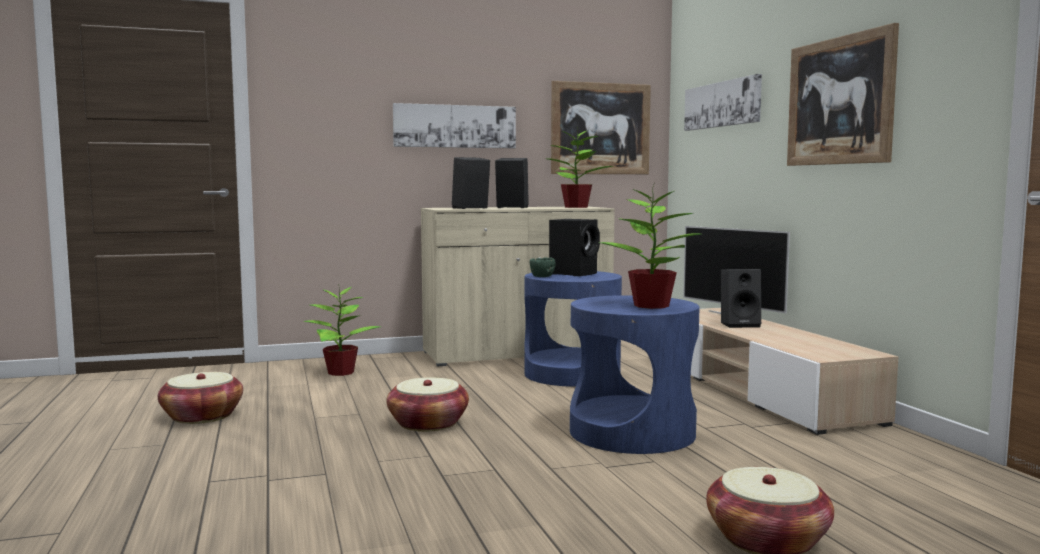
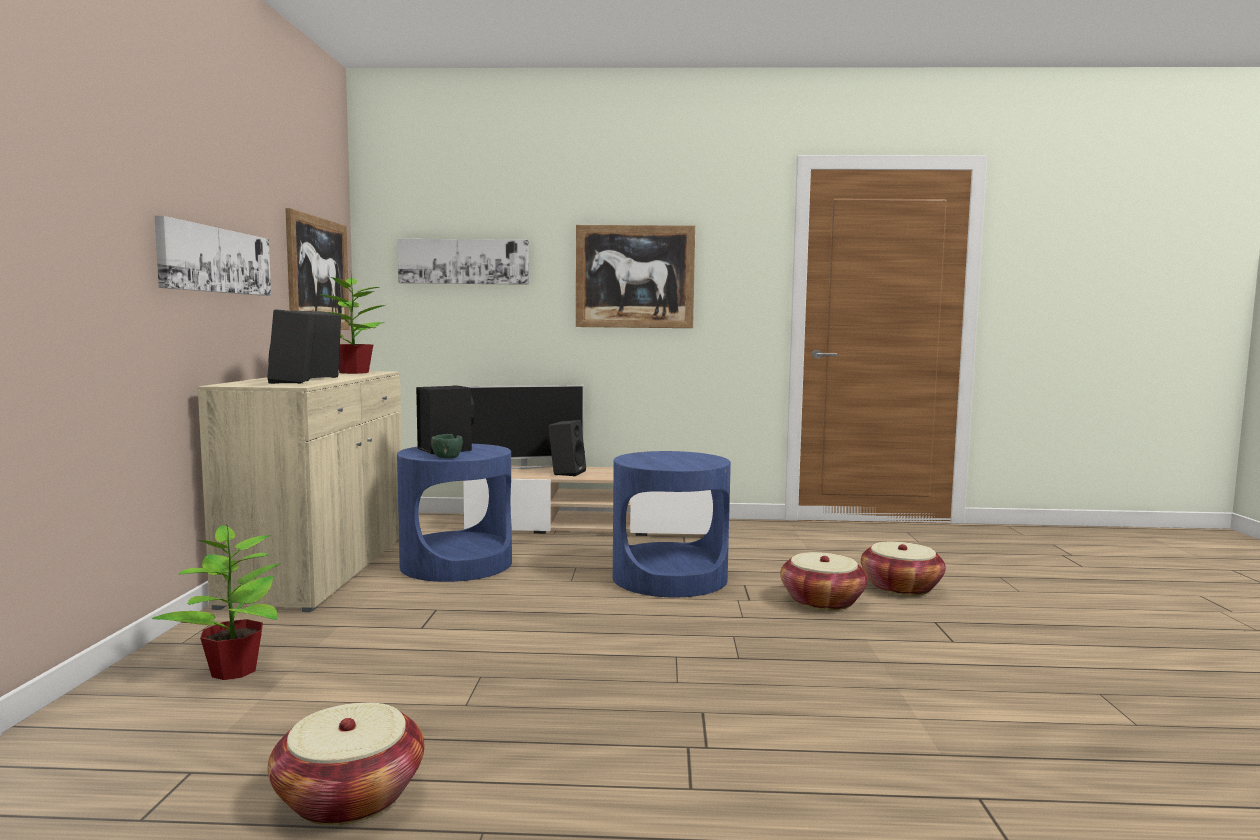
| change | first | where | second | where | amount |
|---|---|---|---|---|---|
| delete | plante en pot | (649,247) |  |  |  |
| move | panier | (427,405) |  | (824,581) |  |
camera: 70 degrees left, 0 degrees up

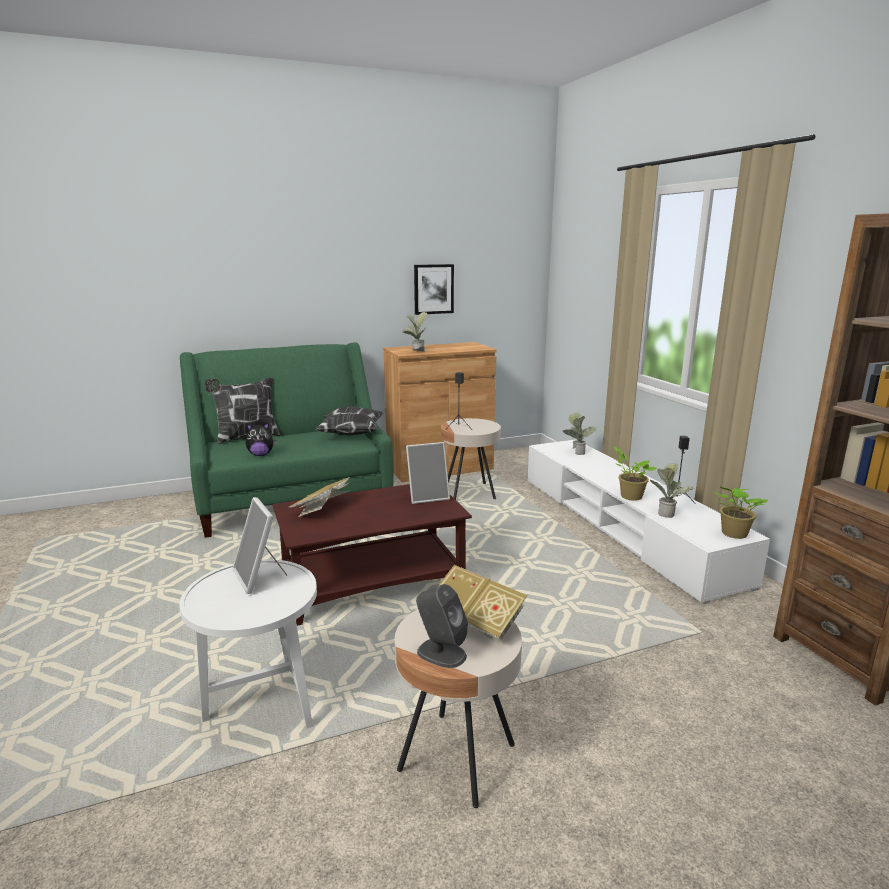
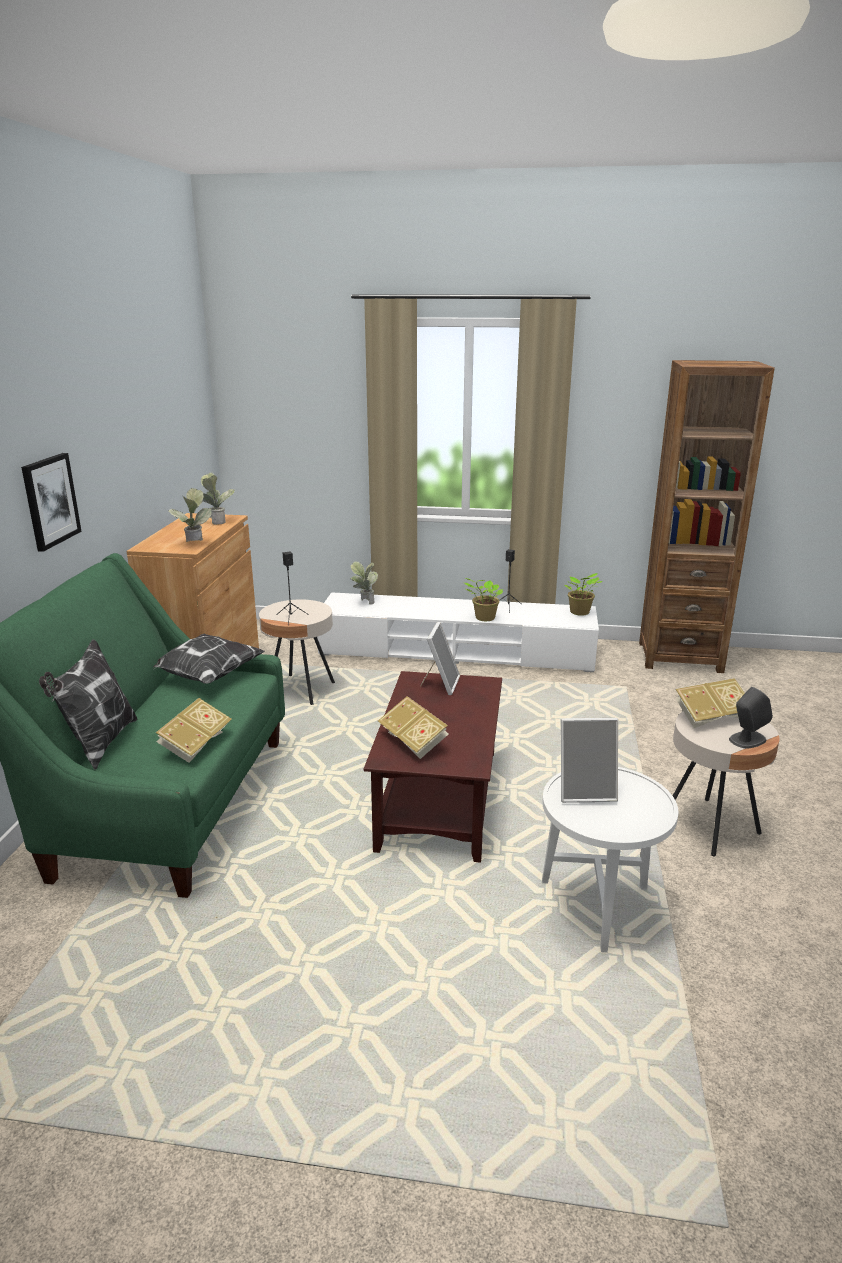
| change | first | where | second | where | amount |
|---|---|---|---|---|---|
| move | tableau | (434,289) |  | (51,502) |  |
| move | plante en pot | (671,490) |  | (218,498) |  |
| replace | peluche | (261,439) | livre | (194,730) |  |
camera: 60 degrees left, 5 degrees up

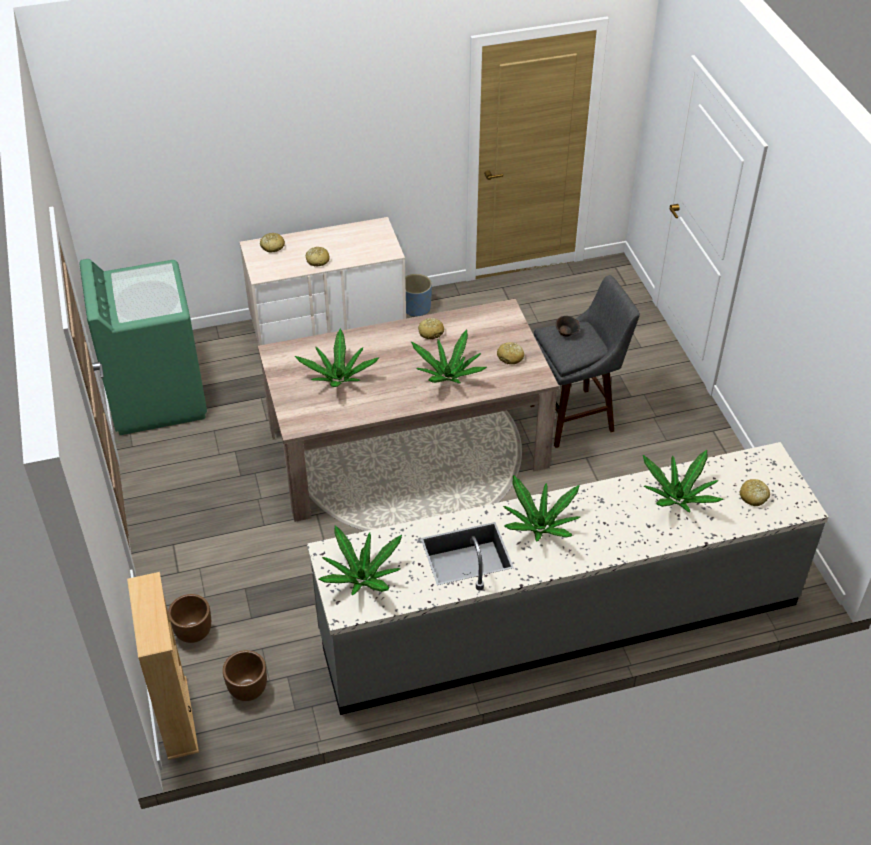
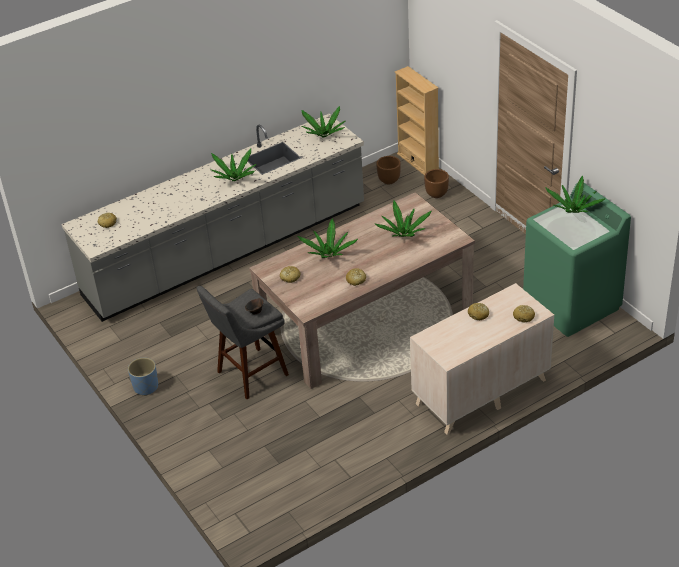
| change | first | where | second | where | amount |
|---|---|---|---|---|---|
| move | cache-pot (bleu) | (418,295) |  | (143,377) |  |
| move | plante en pot | (683,481) |  | (575,194) |  |
camera: 165 degrees right, 5 degrees down

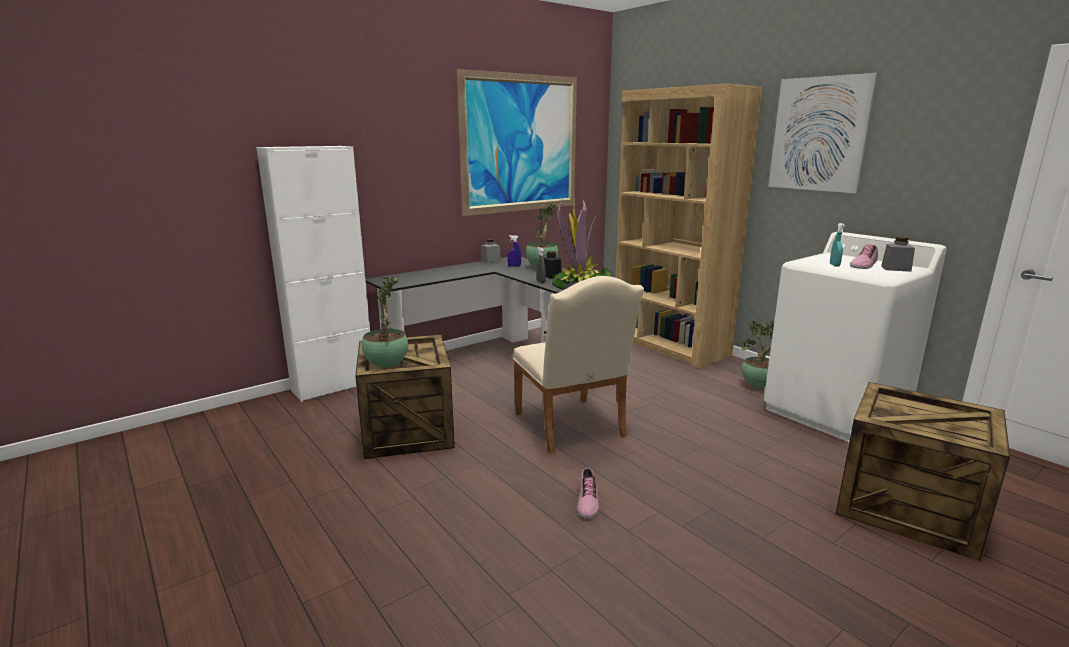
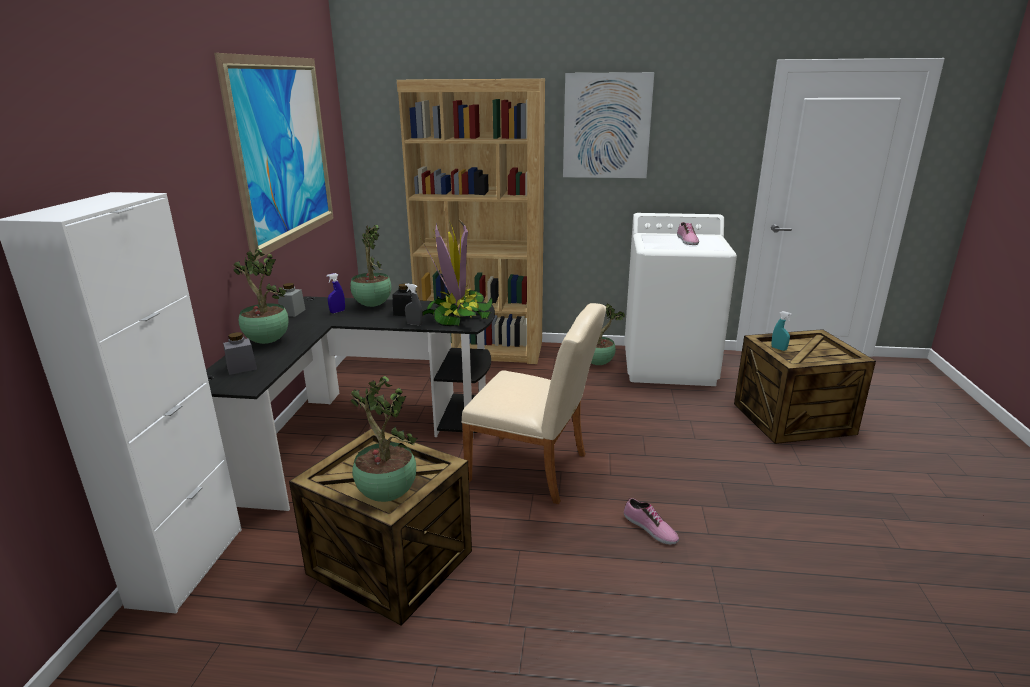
| change | first | where | second | where | amount |
|---|---|---|---|---|---|
| insert |  |  | plante en pot | (261,296) |  |
| move | vaporisateur (turquoise) | (837,245) |  | (781,331) |  |
| move | bocal (gris) | (898,254) |  | (240,353) |  |
camera: 45 degrees left, 5 degrees up

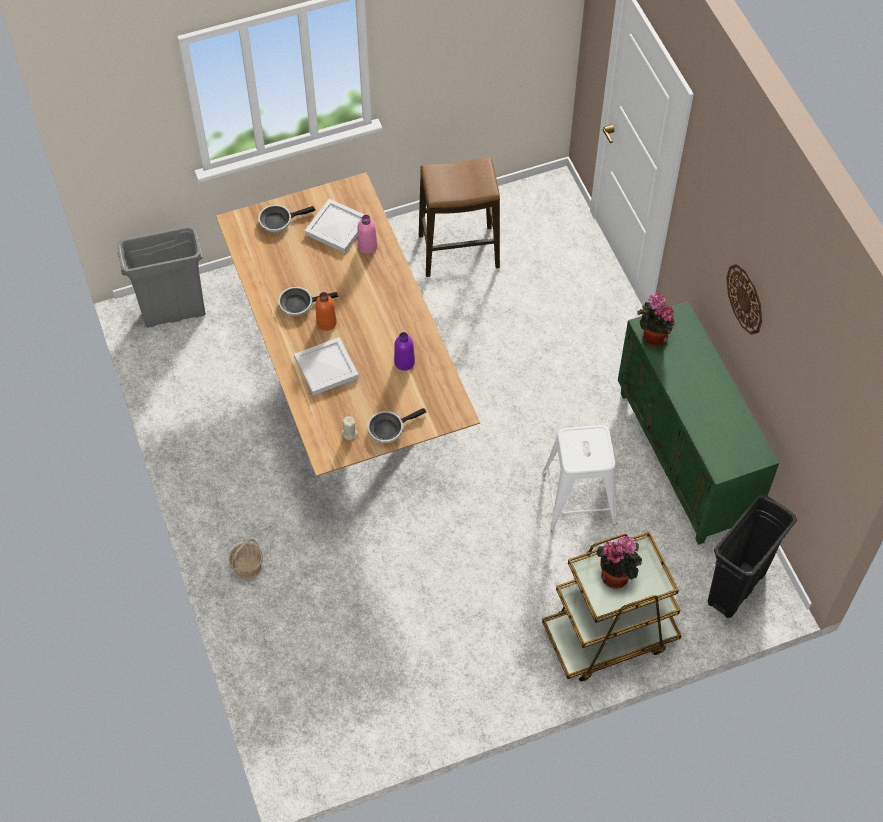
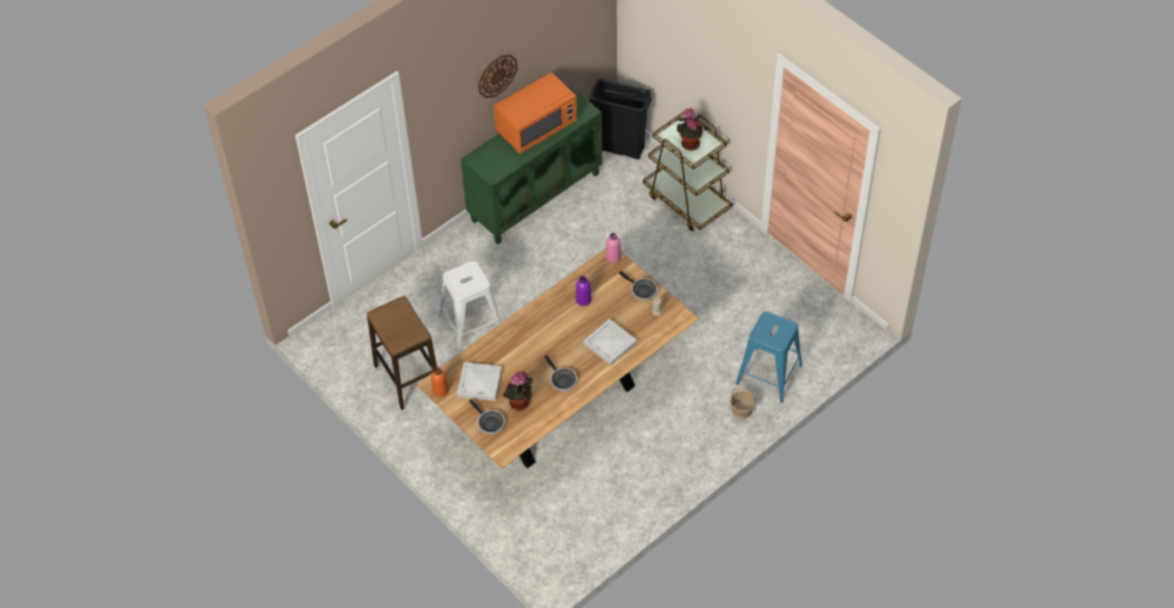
| change | first | where | second | where | amount |
|---|---|---|---|---|---|
| delete | poubelle (gris) | (161,277) |  |  |  |
| insert |  |  | micro-ondes (orange) | (535,113) |  |
| insert |  |  | tabouret (bleu) | (769,357) |  |
| move | bouteille (orange) | (326,311) |  | (440,382) |  |
| move | bouteille (rose) | (367,234) |  | (613,248) |  |
| move | tabouret (blanc) | (579,477) |  | (470,306) |  |
| move | plante en pot | (656,320) |  | (518,391) |  |
camera: 110 degrees left, 5 degrees down

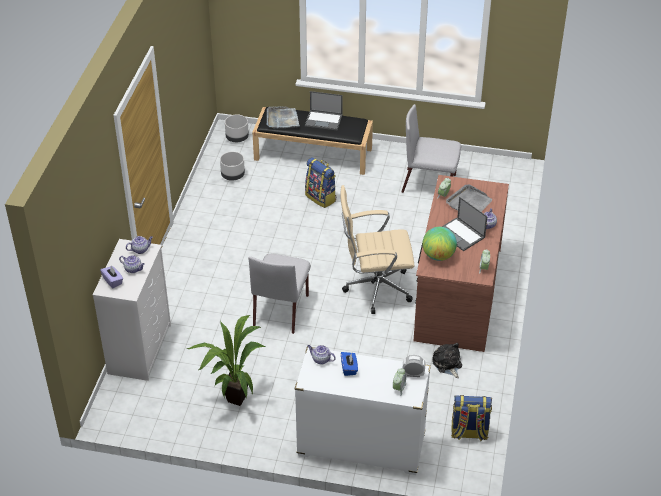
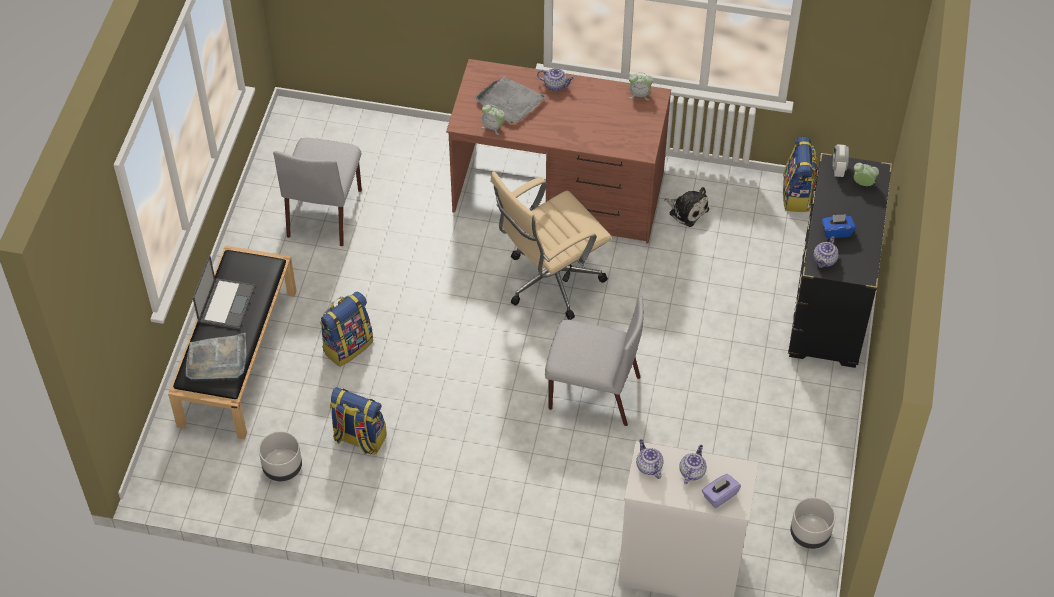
| change | first | where | second | where | amount |
|---|---|---|---|---|---|
| delete | plante en pot | (226,360) |  |  |  |
| delete | globe | (439,244) |  |  |  |
| delete | ordinateur portable | (465,224) |  |  |  |
| insert |  |  | sac à dos | (358,421) |  |
| move | cache-pot (gris) | (237,128) |  | (812,523) |  |
| recolor | commode (blanc) | (363,411) | commode (noir) | (840,260) |  |
| rotate | chaise de bureau (beige) | (377,249) |  | (551,245) | 60 degrees clockwise |
| rotate | peluche | (447,360) |  | (686,207) | 120 degrees counterclockwise |
camera: 90 degrees left, 10 degrees up

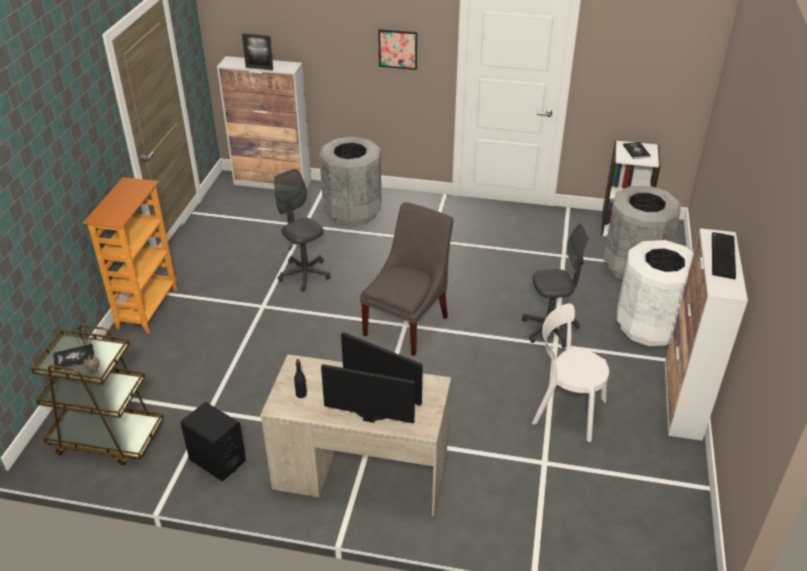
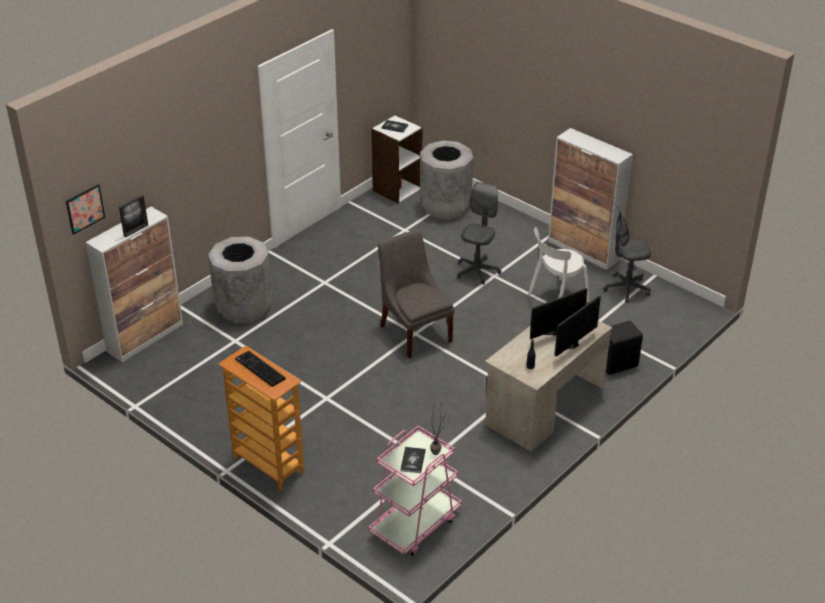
| change | first | where | second | where | amount |
|---|---|---|---|---|---|
| delete | poubelle (blanc) | (655,293) |  |  |  |
| move | enceinte (noir) | (213,441) |  | (624,347) |  |
| move | chaise de bureau (gris) | (302,230) |  | (627,254) |  |
| move | tableau | (397,49) |  | (85,209) |  |
| move | clavier | (724,255) |  | (260,369) |  |
| recolor | chariot (marron) | (97,395) | chariot (rose) | (415,491) |  |
camera: 60 degrees left, 0 degrees up

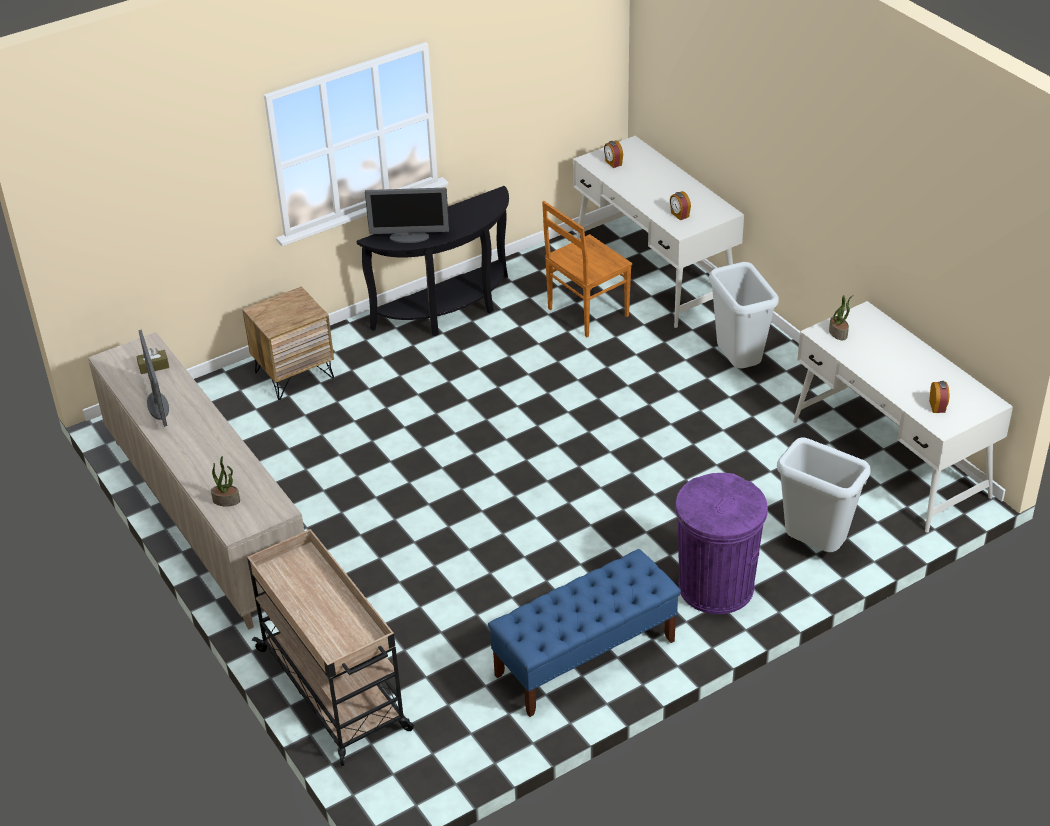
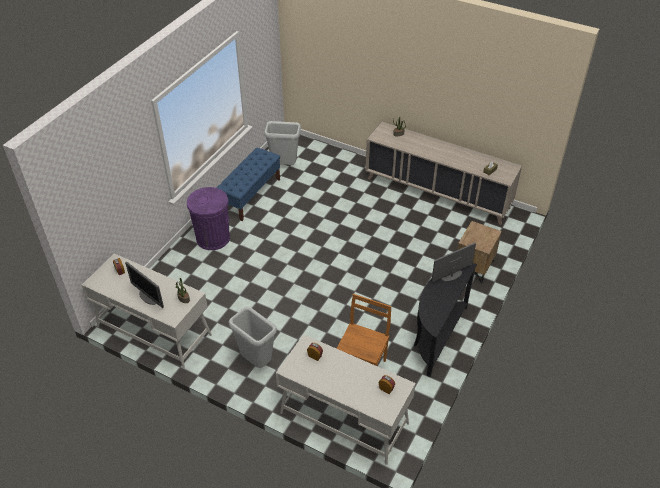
| change | first | where | second | where | amount |
|---|---|---|---|---|---|
| delete | chariot (beige) | (330,647) |  |  |  |
| move | écran d'ordinateur | (153,378) |  | (144,284) |  |
| move | poubelle (gris) | (824,495) |  | (282,143) |  |
camera: 150 degrees right, 5 degrees up

